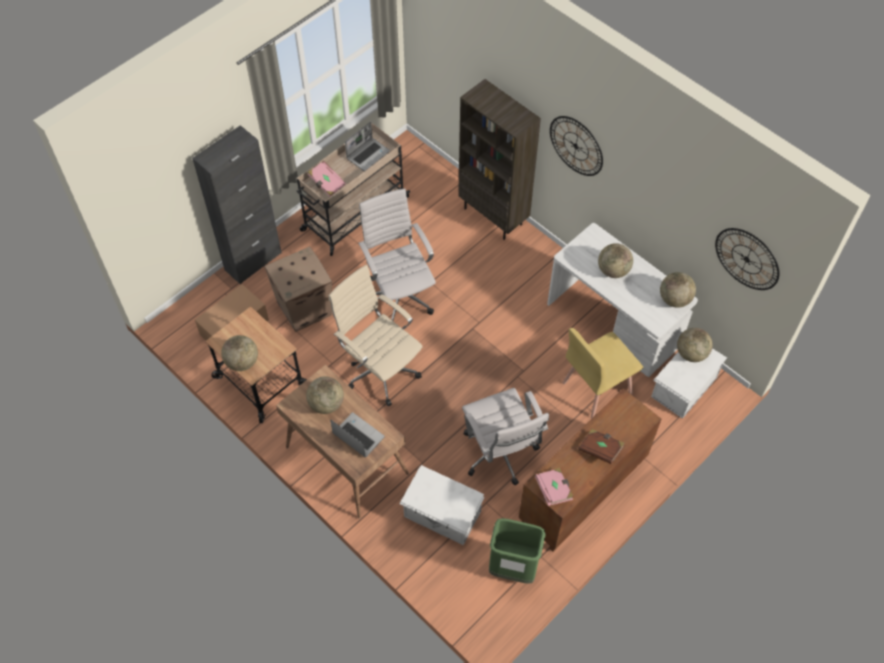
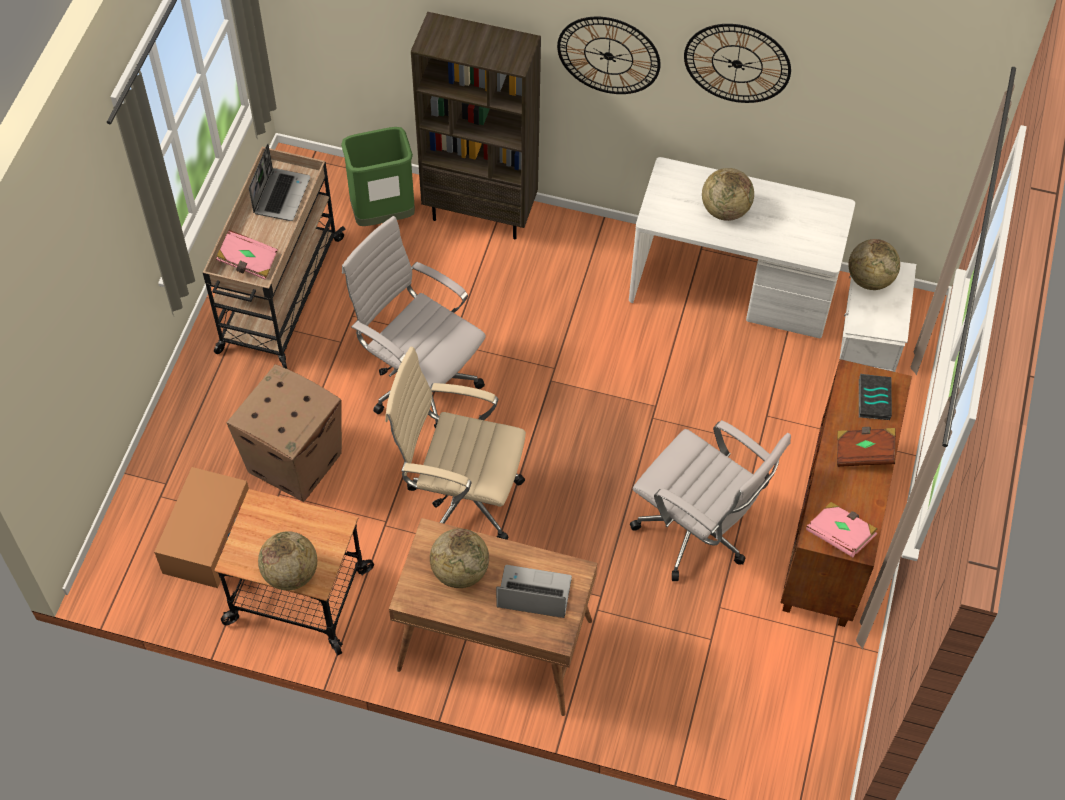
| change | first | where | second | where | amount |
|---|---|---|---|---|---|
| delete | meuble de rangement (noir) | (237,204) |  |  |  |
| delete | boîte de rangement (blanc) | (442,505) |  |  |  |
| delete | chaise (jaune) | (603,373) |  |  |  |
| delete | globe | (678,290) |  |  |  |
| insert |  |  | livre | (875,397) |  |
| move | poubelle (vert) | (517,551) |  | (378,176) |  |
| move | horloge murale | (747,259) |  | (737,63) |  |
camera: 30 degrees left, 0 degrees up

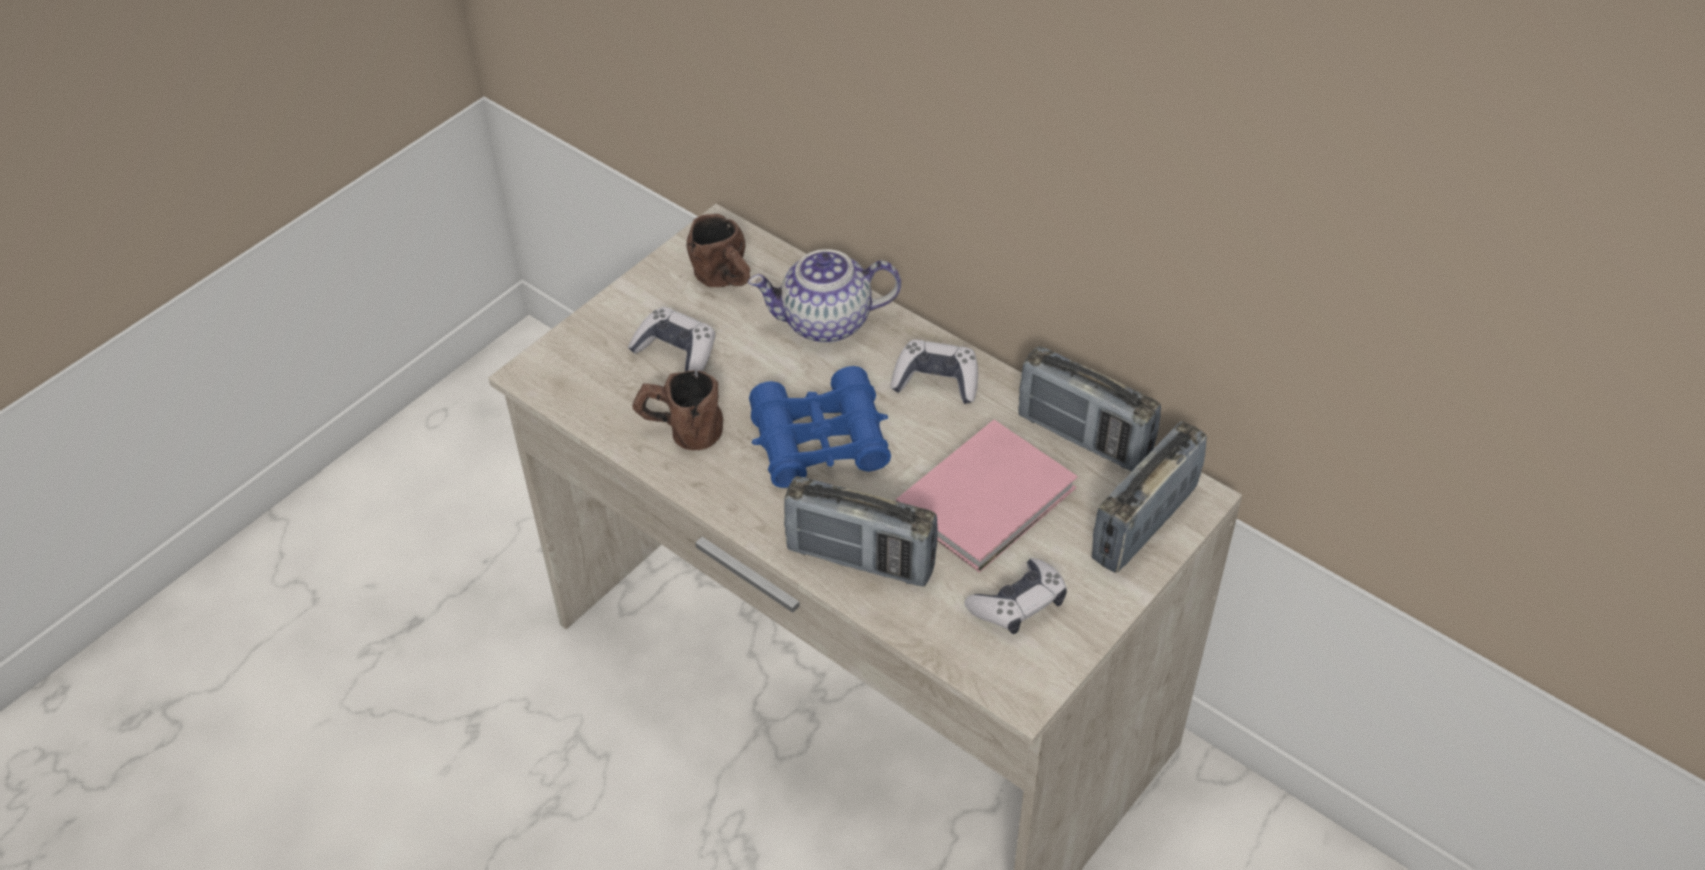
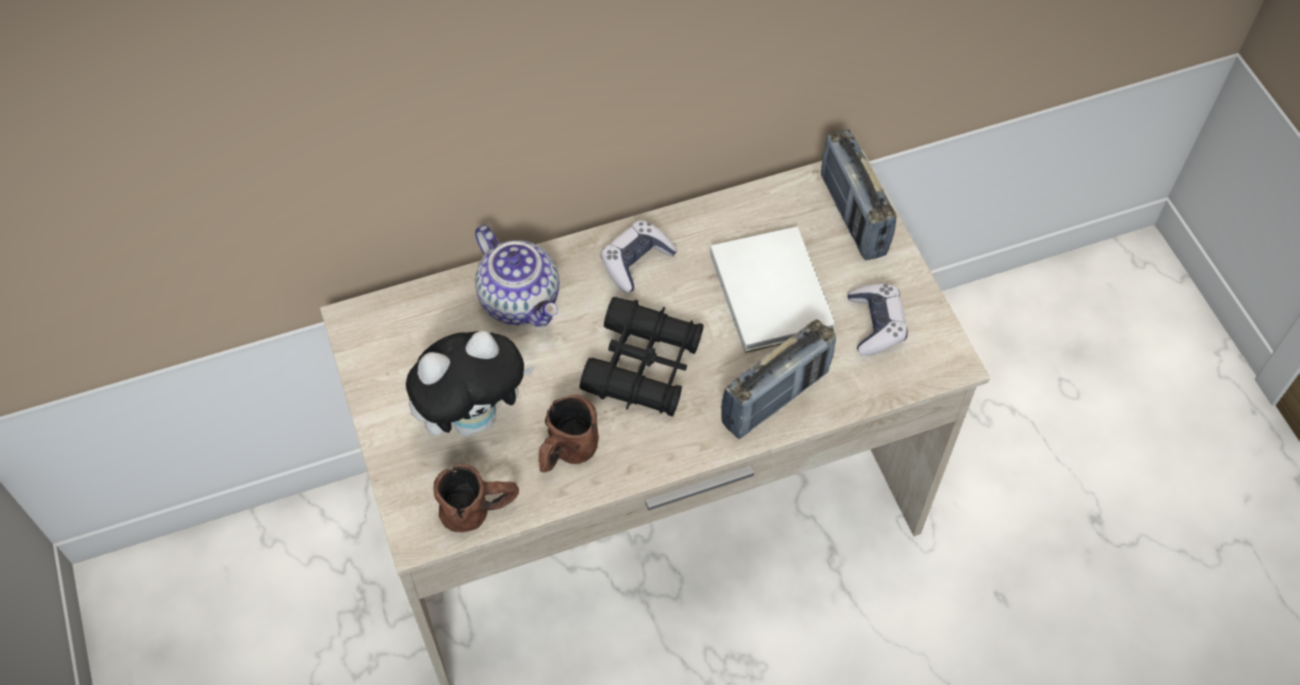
| change | first | where | second | where | amount |
|---|---|---|---|---|---|
| delete | radio | (1089,408) |  |  |  |
| move | mug (marron) | (719,250) |  | (476,498) |  |
| replace | manette | (671,342) | peluche | (470,383) |  |
| recolor | jumelles (bleu) | (820,427) | jumelles (noir) | (641,357) |  |
| recolor | livre (rose) | (987,496) | livre (blanc) | (773,290) |  |
| rotate | théière | (824,296) |  | (517,276) | 60 degrees counterclockwise |
camera: 60 degrees left, 10 degrees up

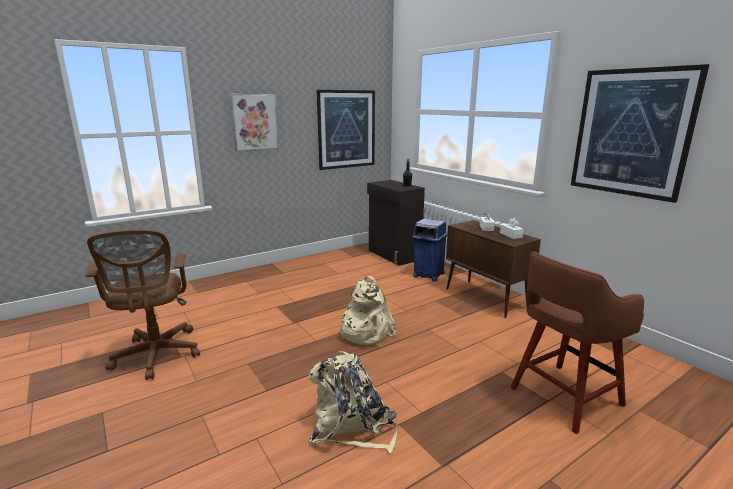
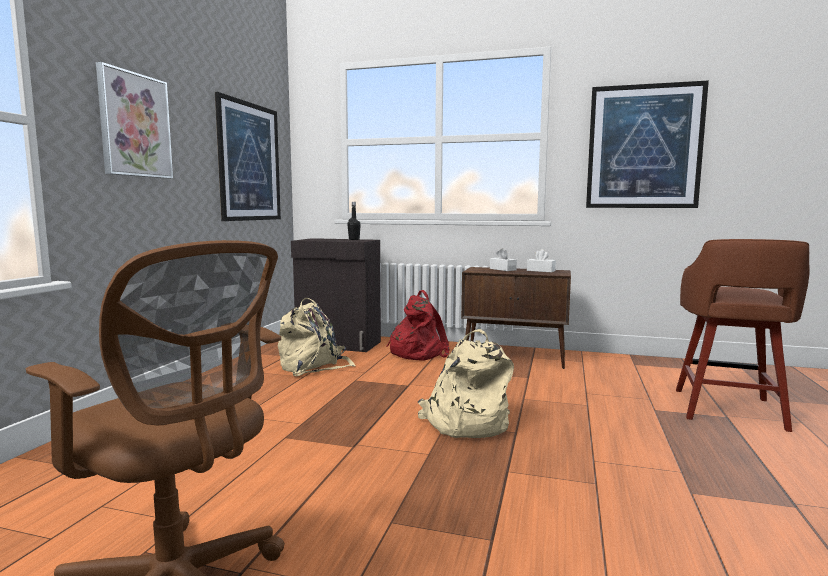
| change | first | where | second | where | amount |
|---|---|---|---|---|---|
| move | sac à dos (beige) | (353,402) |  | (317,337) |  |
| replace | poubelle (bleu) | (429,249) | sac à dos (rouge) | (418,325) |  |
camera: 40 degrees left, 10 degrees down

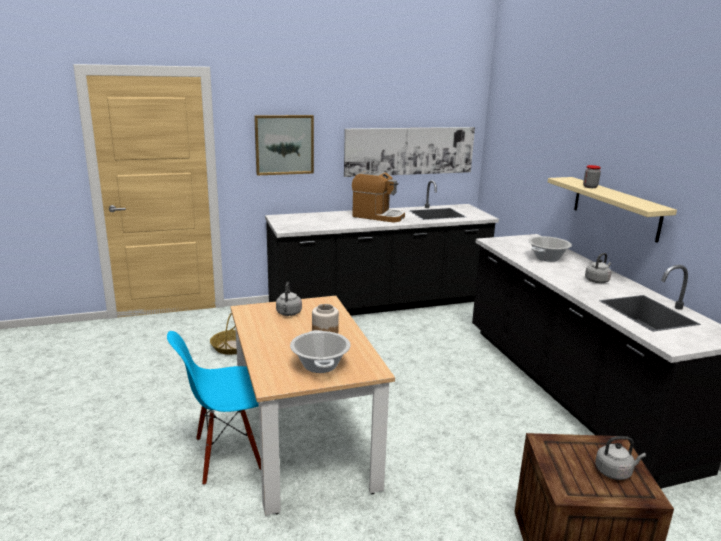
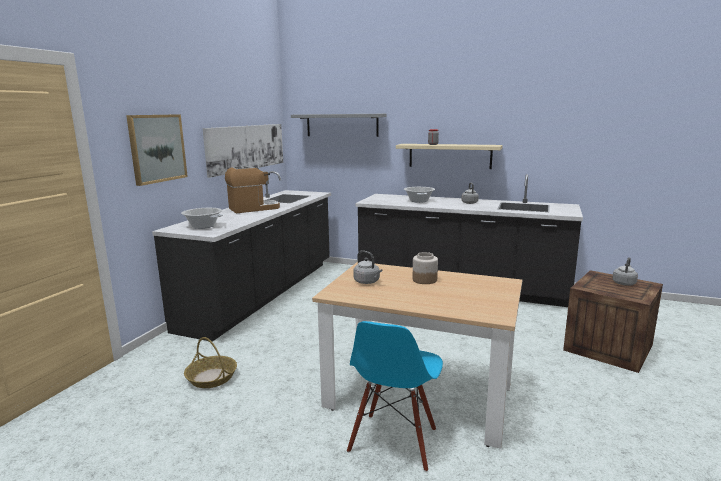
| change | first | where | second | where | amount |
|---|---|---|---|---|---|
| insert |  |  | étagère (gris) | (339,125) |  |
| move | marmite | (320,351) |  | (202,218) |  |
camera: 50 degrees left, 5 degrees down

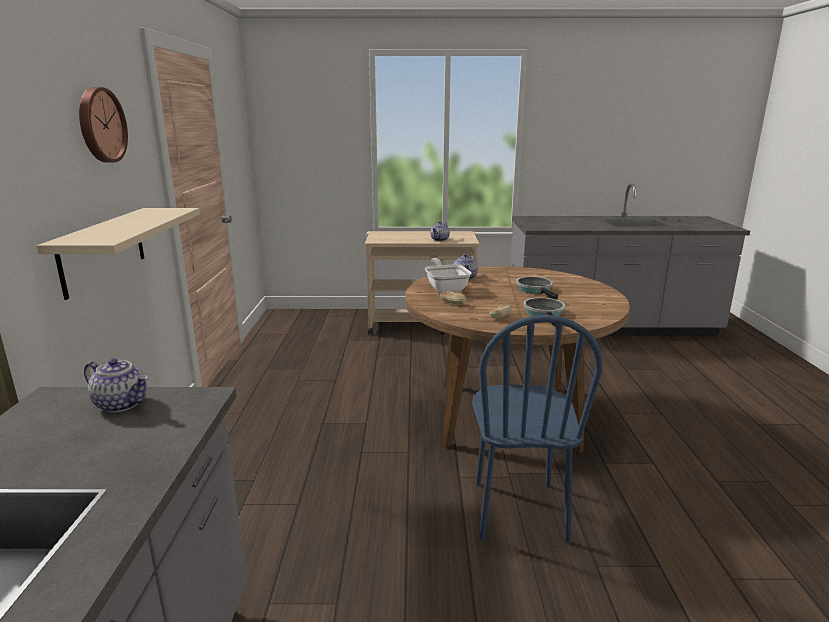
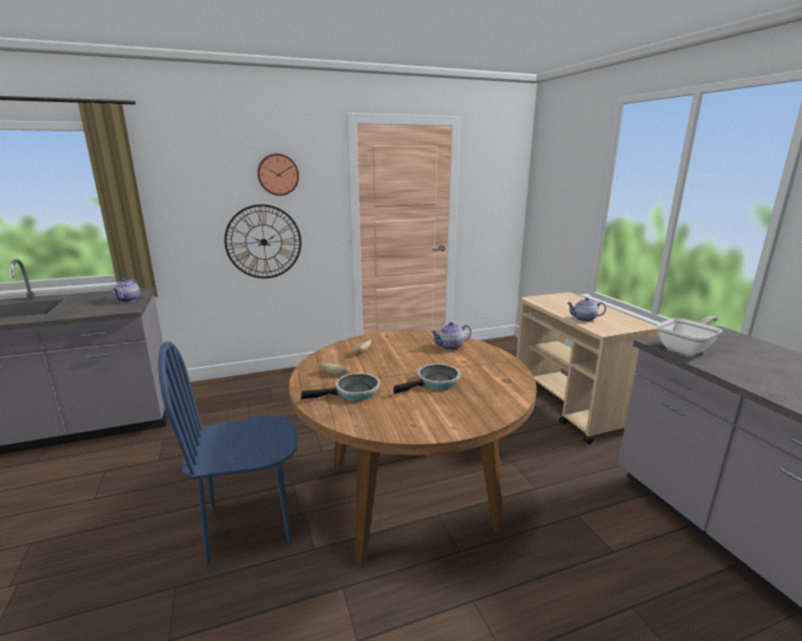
| change | first | where | second | where | amount |
|---|---|---|---|---|---|
| move | poêle | (448,275) |  | (689,335) |  |
| replace | étagère (beige) | (118,254) | horloge murale | (262,241) |  |
camera: 70 degrees right, 0 degrees up

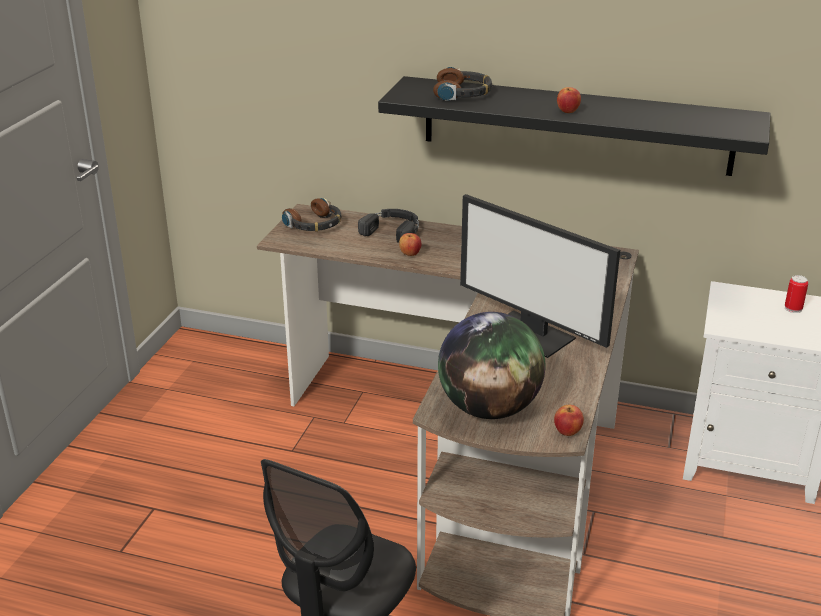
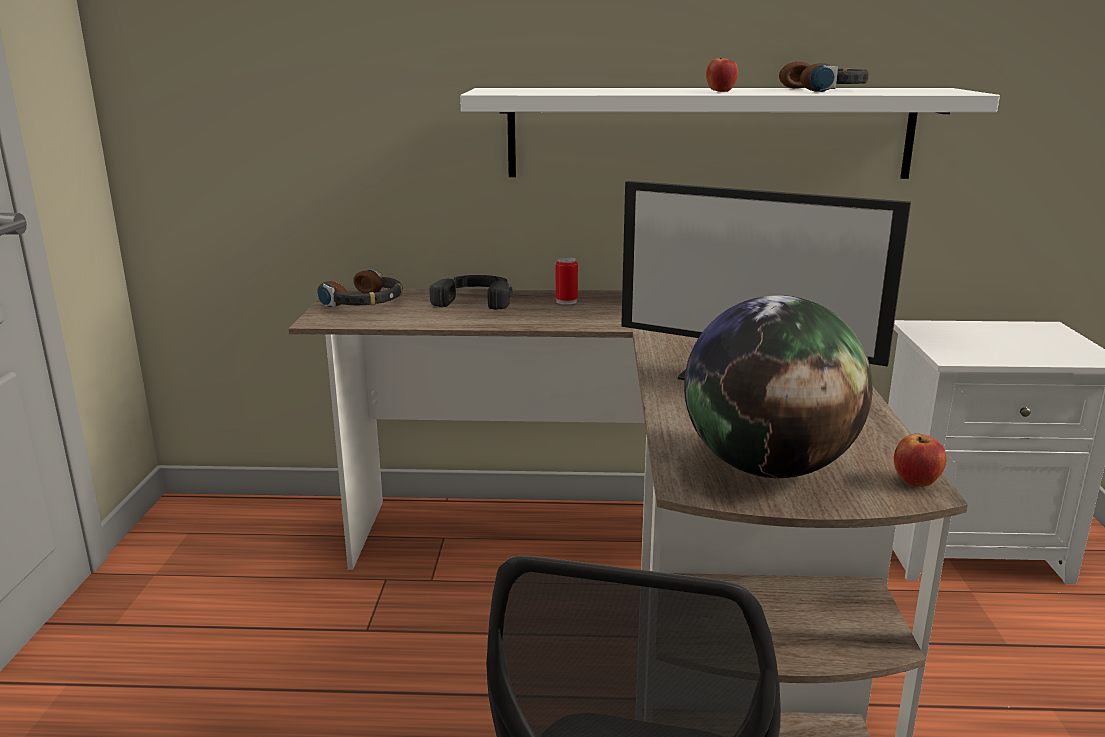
| change | first | where | second | where | amount |
|---|---|---|---|---|---|
| delete | pomme | (410,244) |  |  |  |
| move | casque audio | (462,84) |  | (824,77) |  |
| move | boîte métallique | (796,294) |  | (567,281) |  |
| recolor | étagère (noir) | (574,126) | étagère (blanc) | (730,133) |  |
camera: 15 degrees left, 10 degrees down

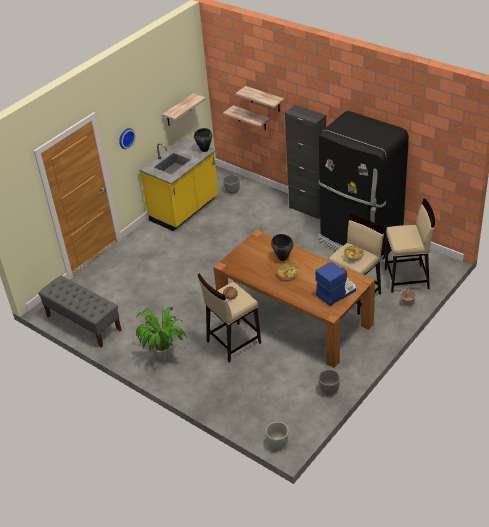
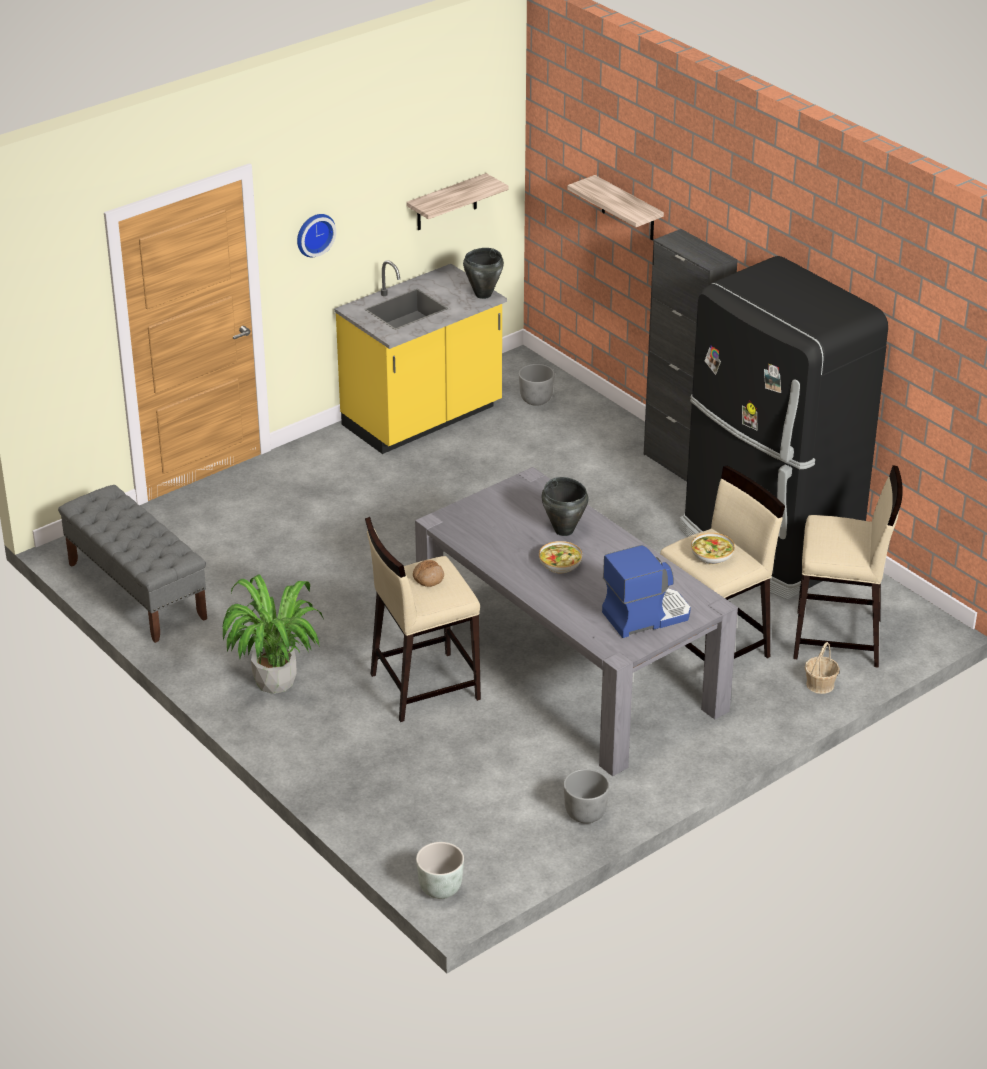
| change | first | where | second | where | amount |
|---|---|---|---|---|---|
| delete | étagère | (246,118) |  |  |  |
| recolor | table à manger (marron) | (294,298) | table à manger (gris) | (576,621) |  |
camera: 10 degrees right, 5 degrees down

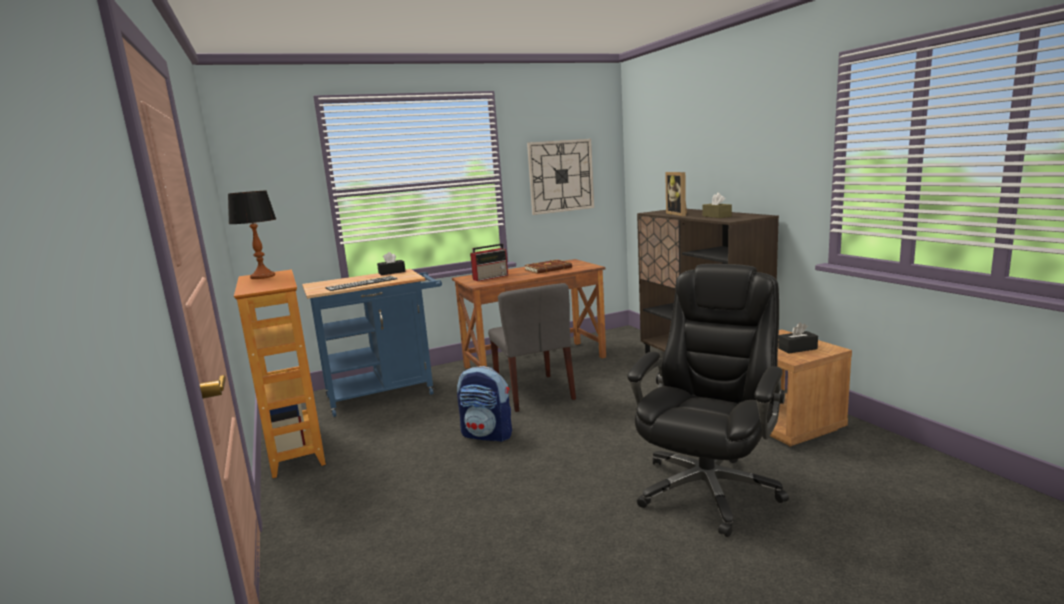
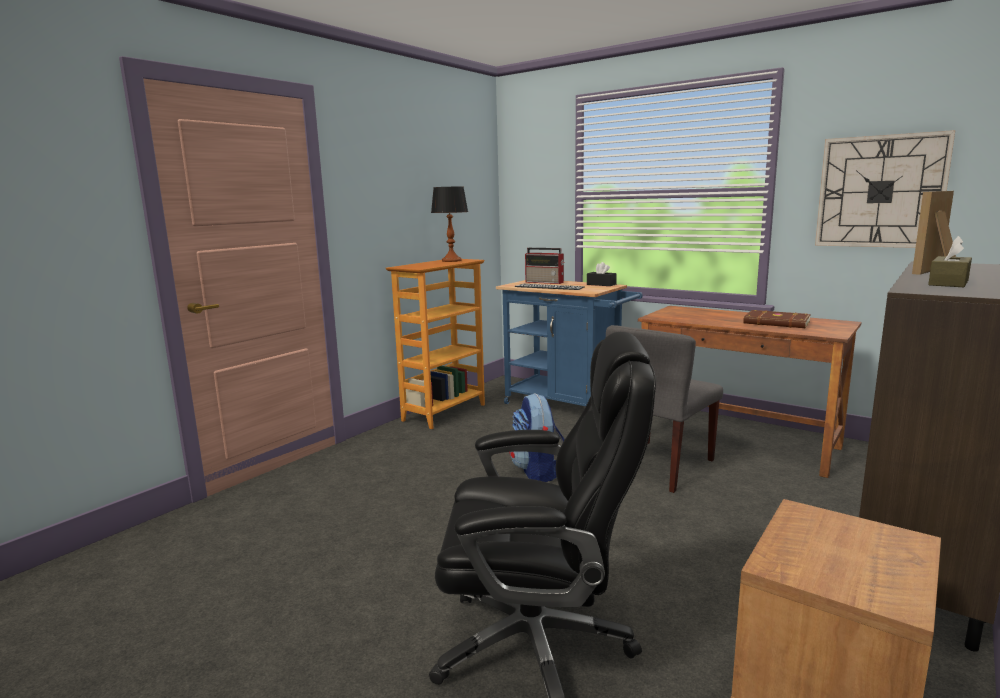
| change | first | where | second | where | amount |
|---|---|---|---|---|---|
| delete | boîte à mouchoirs (noir) | (798,337) |  |  |  |
| move | radio | (489,262) |  | (545,266) |  |
camera: 60 degrees right, 0 degrees up

